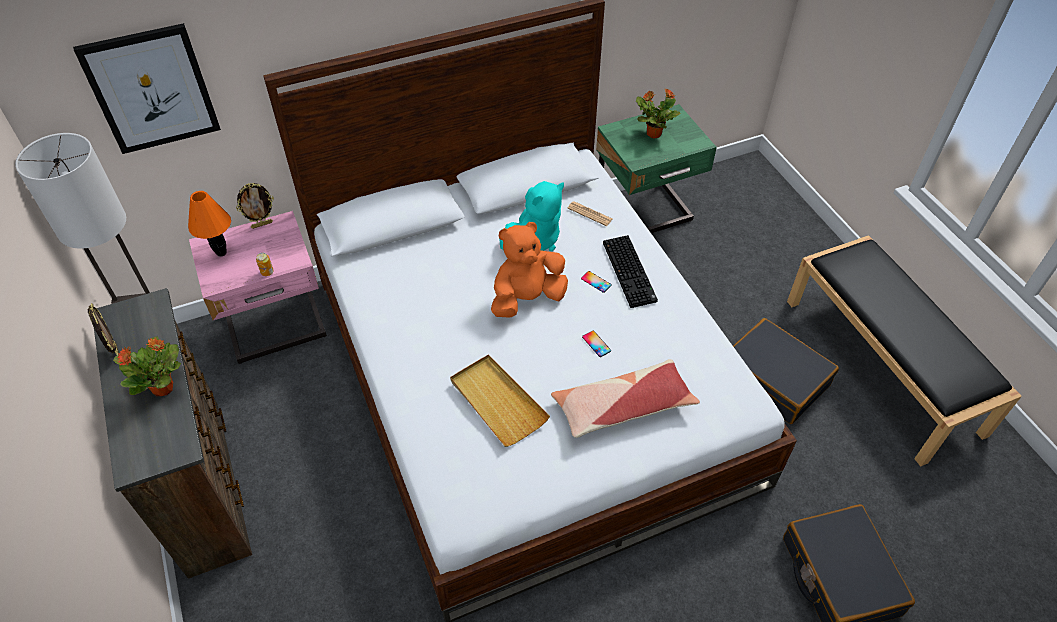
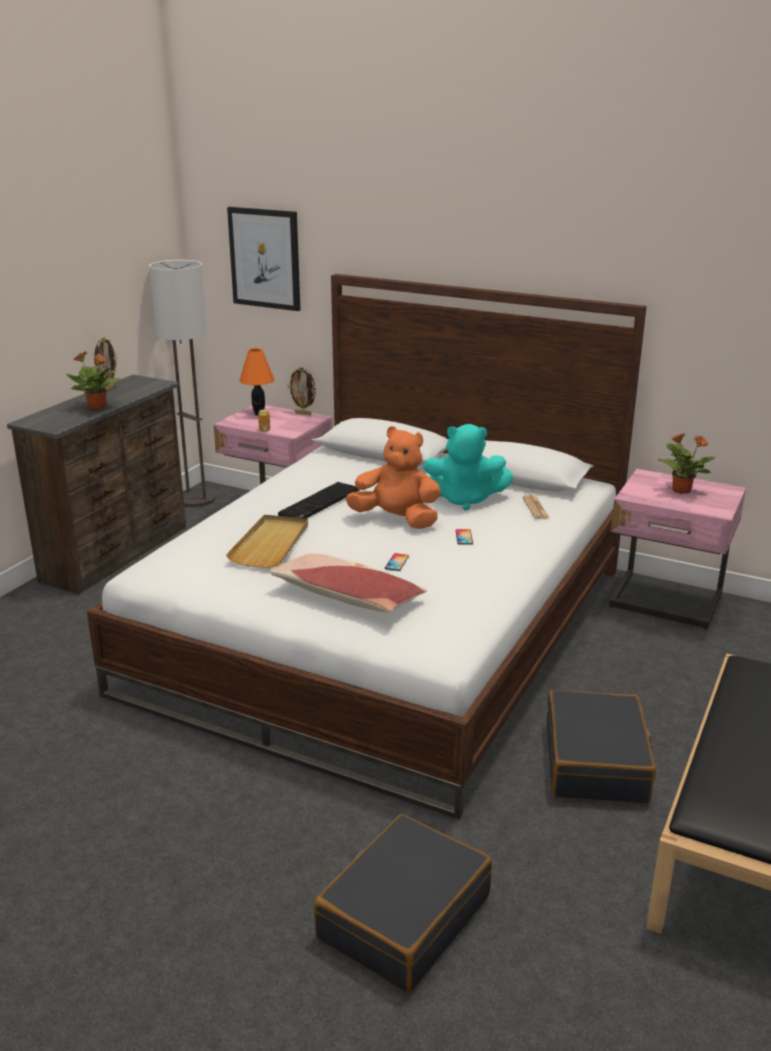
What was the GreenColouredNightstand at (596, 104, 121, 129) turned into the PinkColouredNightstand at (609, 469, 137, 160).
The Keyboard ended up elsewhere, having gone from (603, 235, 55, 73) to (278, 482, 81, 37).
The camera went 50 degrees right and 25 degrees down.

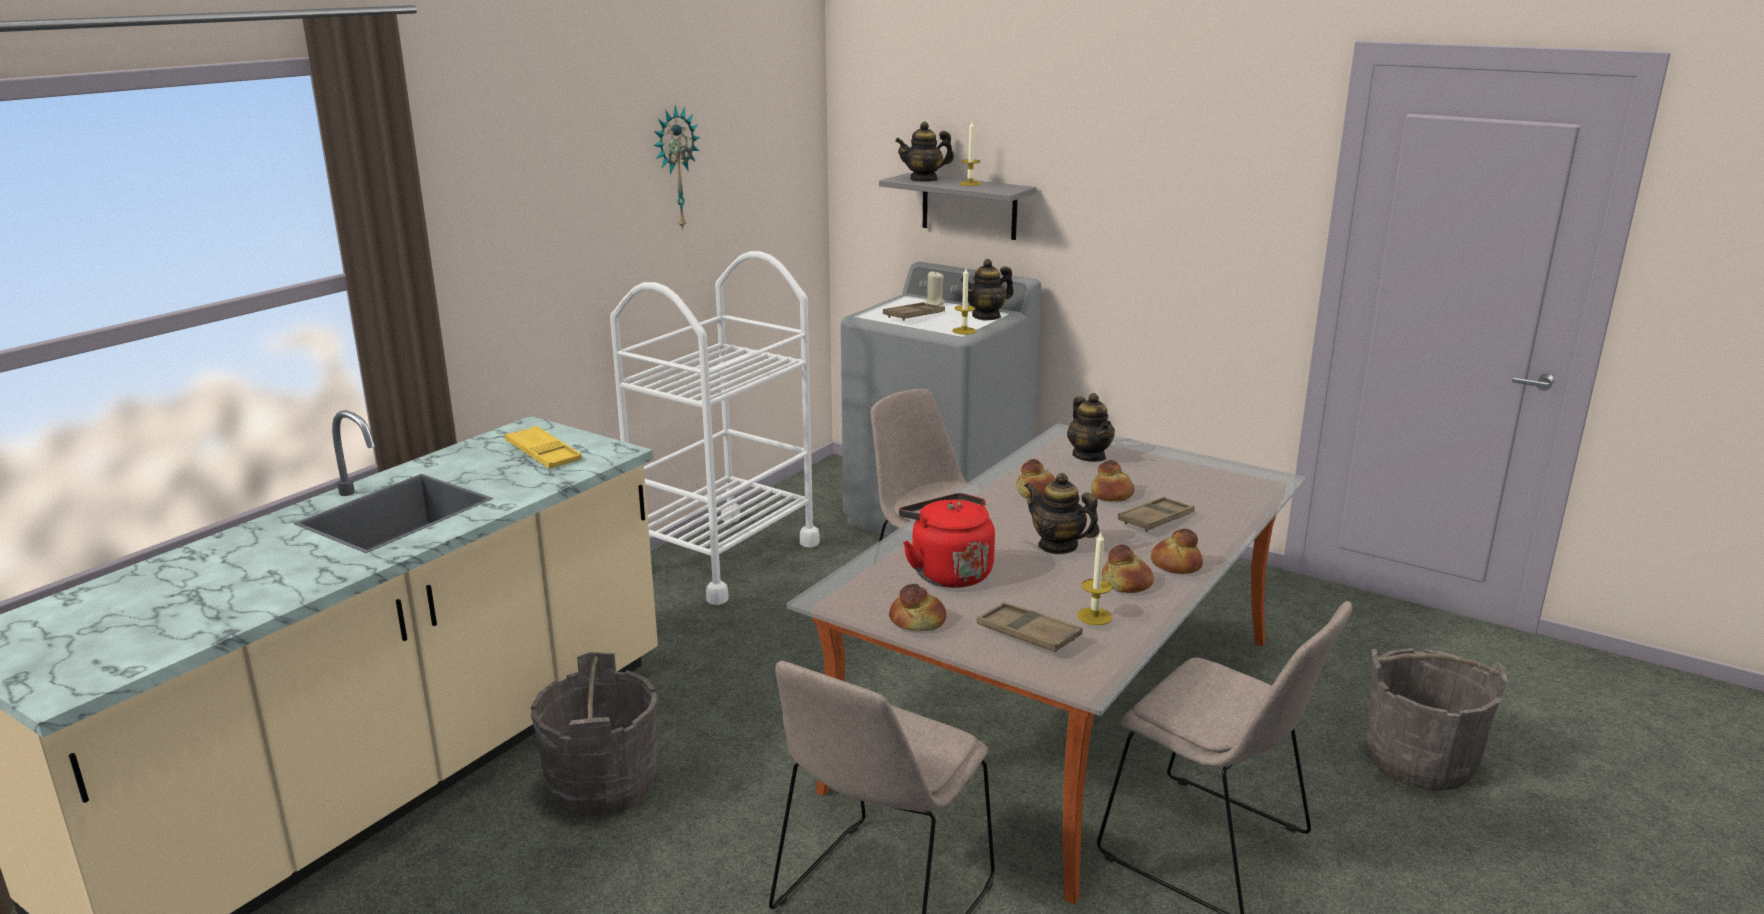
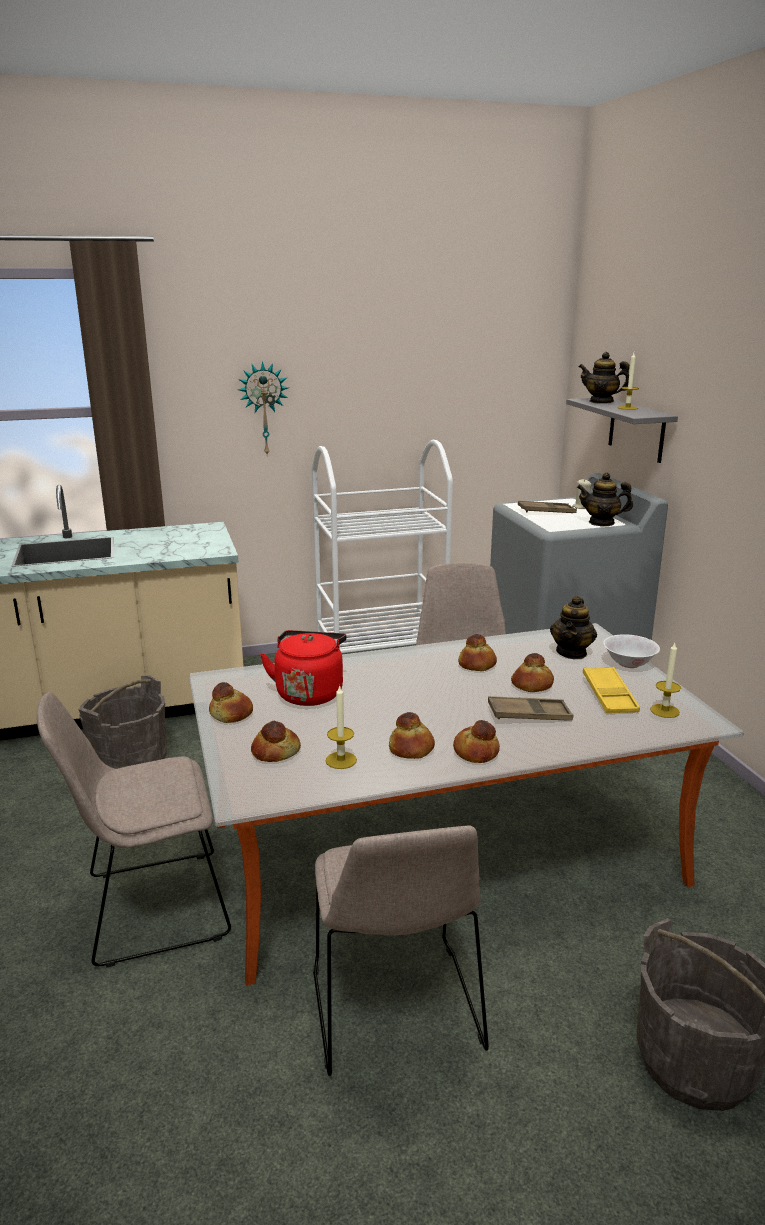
The YellowColouredServingTray ended up elsewhere, having gone from (505, 426, 77, 43) to (583, 667, 57, 46).
The ClockOnTheWall ended up elsewhere, having gone from (653, 105, 47, 126) to (238, 361, 51, 94).
The WaxLight ended up elsewhere, having gone from (952, 268, 25, 67) to (650, 643, 31, 75).
Where the BrownServingTray stood at (977, 602, 105, 50), the BakeryBread came to stand at (251, 721, 50, 41).
The second view lost the Teapot at (1025, 473, 74, 81).
The second view gained the WhitishServingBowl at (603, 634, 57, 34).
The camera went 40 degrees right and 0 degrees up.

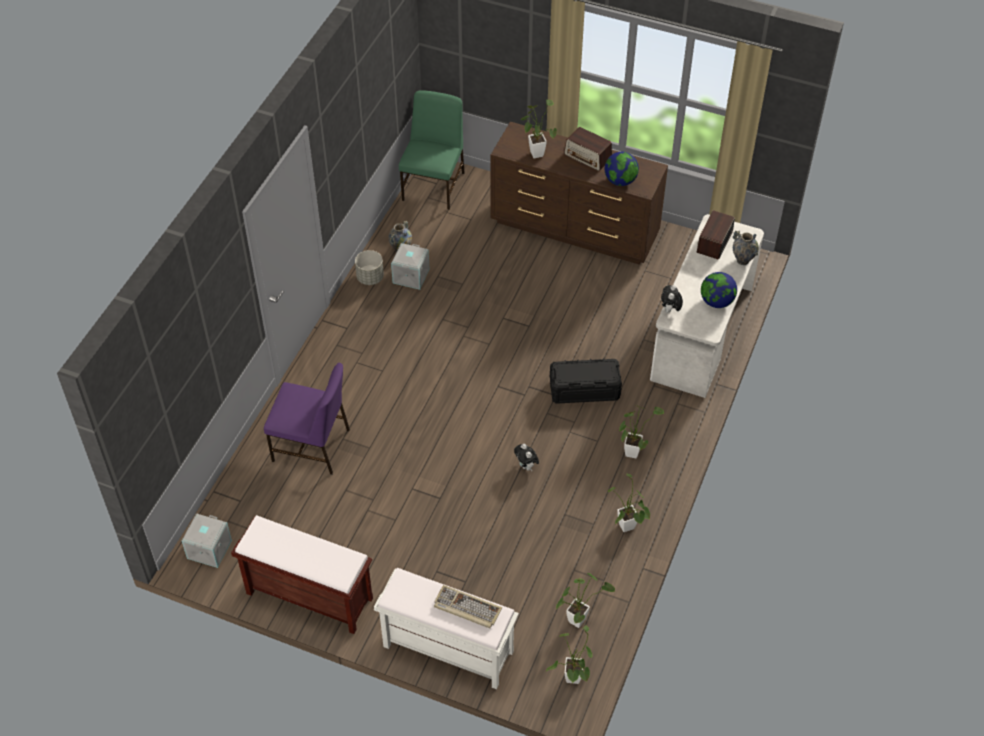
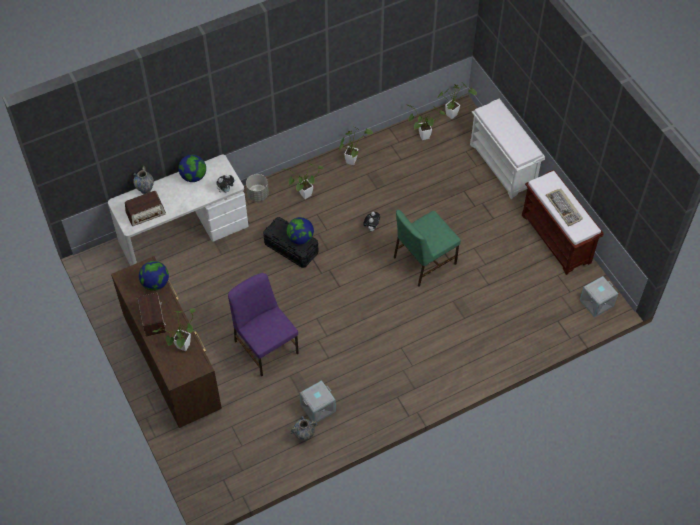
The PurplishUprightChair ended up elsewhere, having gone from (264, 363, 86, 111) to (228, 273, 71, 104).
The GrayFlowerPot ended up elsewhere, having gone from (355, 250, 29, 35) to (246, 174, 23, 28).
The GreenColouredUprightChair ended up elsewhere, having gone from (399, 91, 66, 119) to (394, 210, 67, 77).
The Keyboard ended up elsewhere, having gone from (434, 585, 68, 43) to (546, 189, 37, 37).
The second view gained the WorldGlobe at (287, 217, 27, 28).
The camera went 140 degrees left and 5 degrees up.

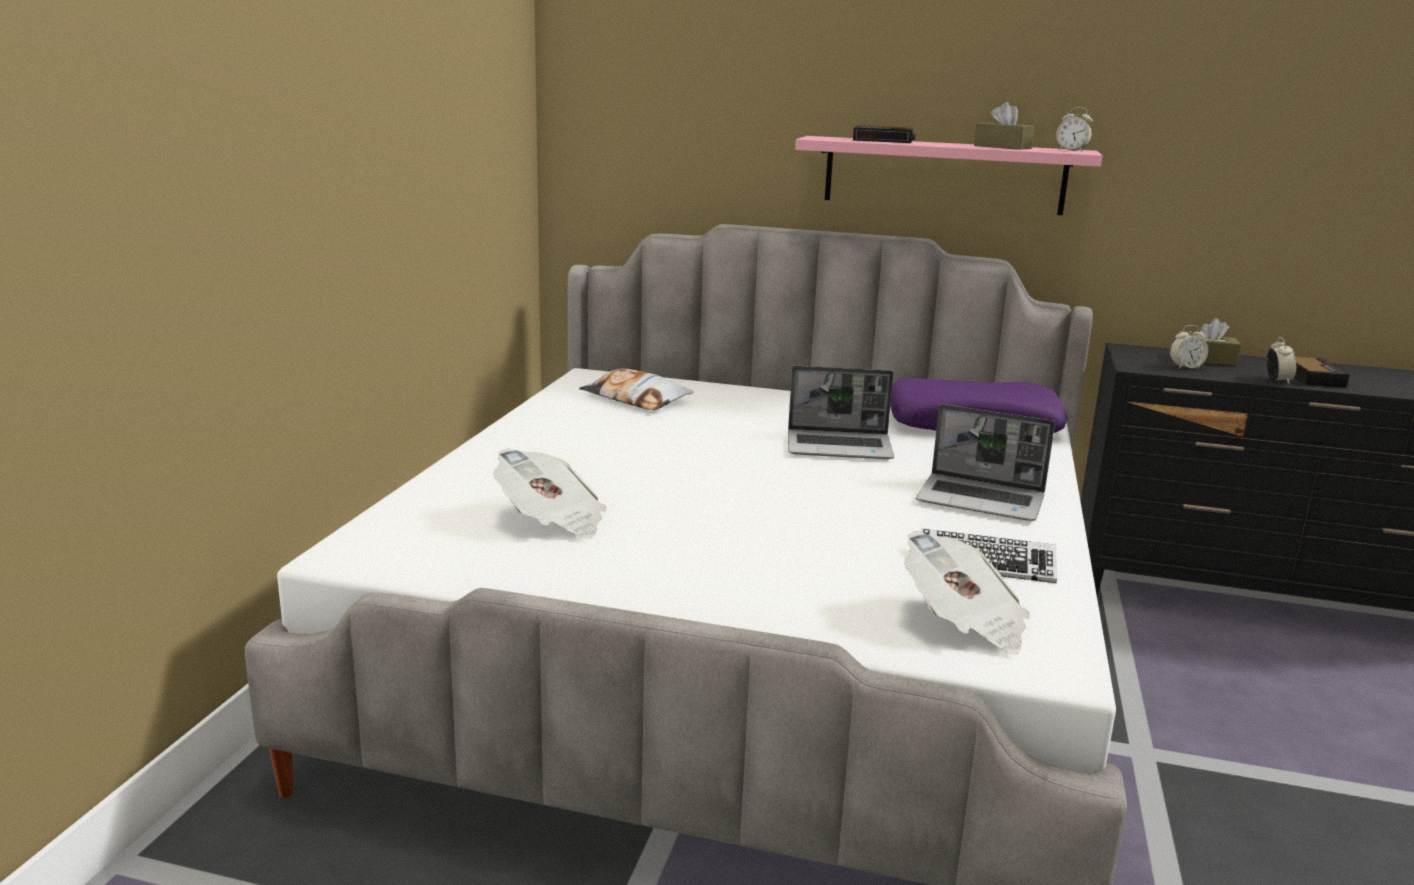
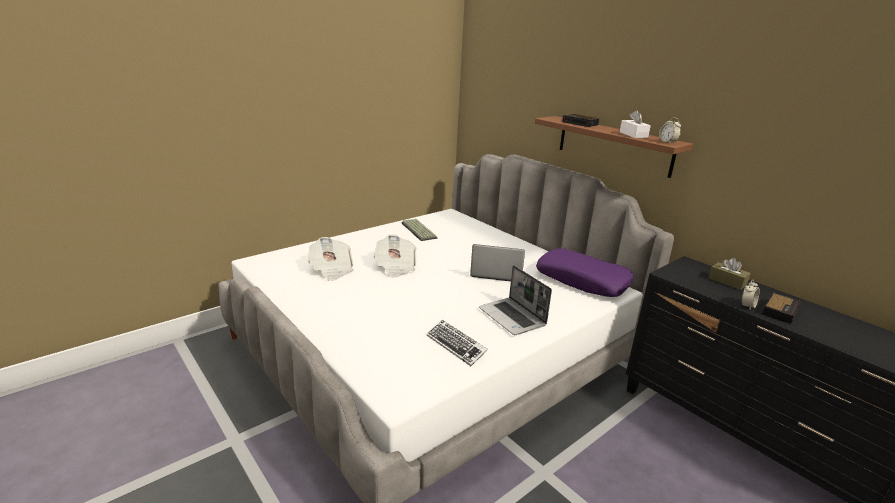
The second view lost the Pillow at (579, 368, 115, 42).
The NotebookComputer at (788, 366, 106, 93) ended up facing another way, 150 degrees clockwise from before.
What was the PinkColouredBracketShelf at (795, 136, 307, 79) turned into the BrownBracketShelf at (535, 116, 158, 62).
The Newspaper ended up elsewhere, having gone from (904, 531, 126, 124) to (373, 235, 43, 43).
What was the BrownTissueBox at (974, 102, 61, 48) turned into the WhitishTissueBox at (620, 110, 31, 28).
The second view lost the BedsideClock at (1170, 325, 38, 44).
The second view gained the Keyboard at (401, 219, 37, 22).
The camera went 35 degrees right and 5 degrees up.

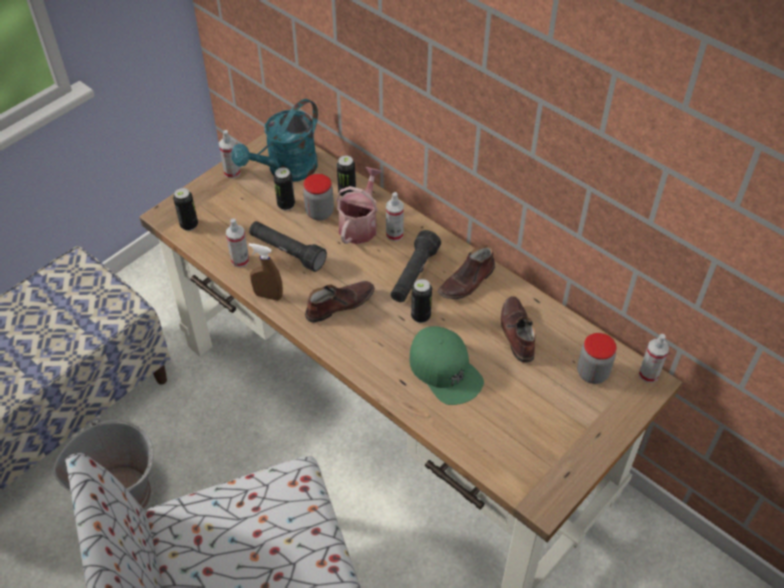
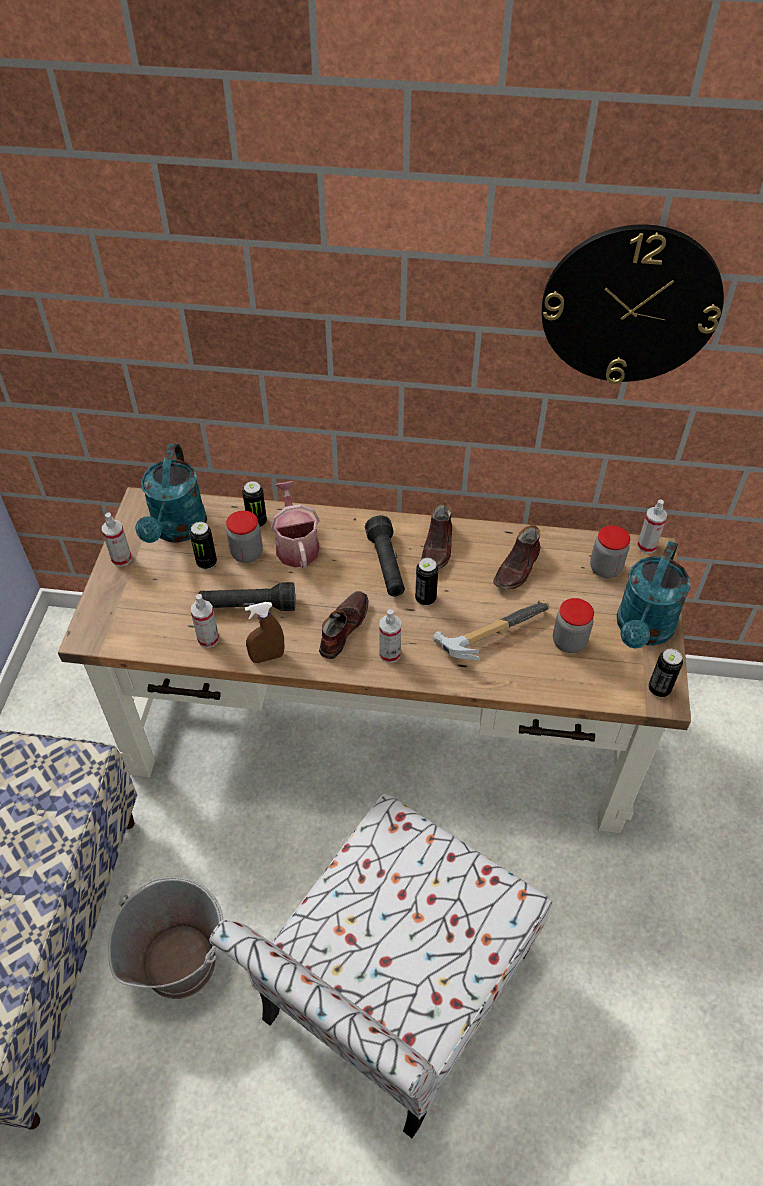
The SealedCan ended up elsewhere, having gone from (173, 188, 25, 43) to (648, 649, 35, 48).
The HandSprayer ended up elsewhere, having gone from (386, 192, 18, 49) to (379, 609, 22, 54).
Where the GreenColouredPeakedCap stood at (410, 326, 74, 79), the ToolHammer came to stand at (433, 600, 116, 61).
The BrownShoe at (501, 296, 35, 67) ended up facing another way, 105 degrees counterclockwise from before.
The second view gained the ClockOnTheWall at (542, 224, 182, 160).
The second view gained the Jar at (553, 598, 41, 55).
The second view gained the TurquoiseColouredWateringPot at (617, 541, 73, 108).
The camera went 35 degrees left and 0 degrees up.

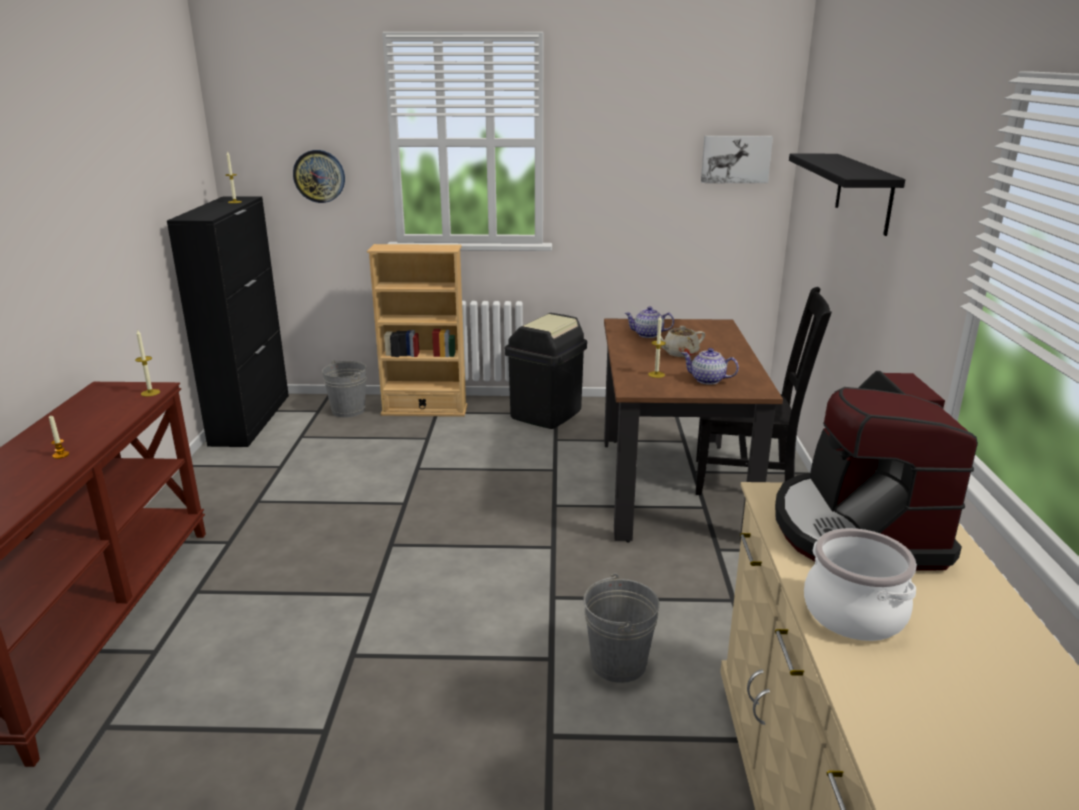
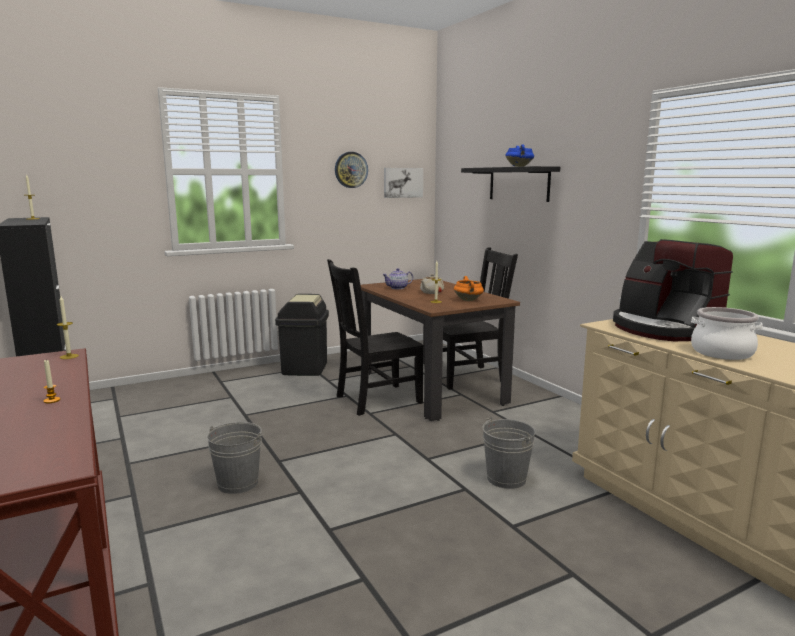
The ClockOnTheWall ended up elsewhere, having gone from (293, 150, 52, 53) to (335, 152, 33, 36).
The GrayBucket ended up elsewhere, having gone from (322, 360, 45, 57) to (207, 422, 56, 72).
The second view lost the SandColouredShelvingUnit at (367, 244, 101, 173).
Where the Teapot stood at (682, 348, 57, 37), the OrangeStockpot came to stand at (454, 276, 30, 25).
The second view gained the BlackUprightChair at (327, 259, 97, 157).
The second view gained the BlueStockpot at (506, 145, 28, 22).
The camera went 30 degrees left and 10 degrees down.

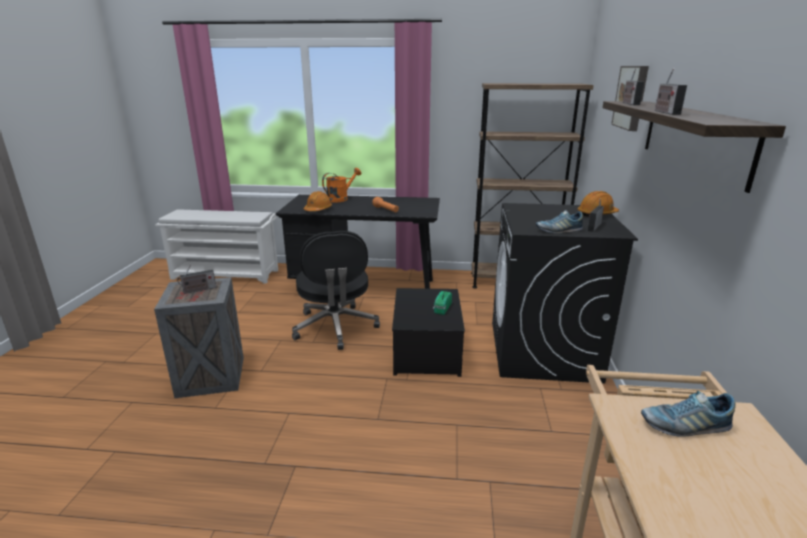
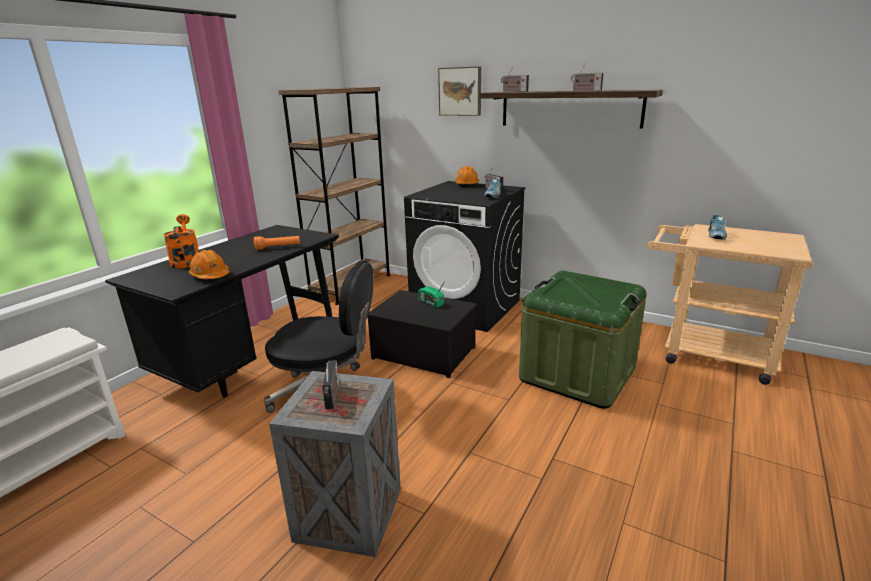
The second view gained the GreenColouredStorageBin at (519, 271, 128, 138).
The camera went 65 degrees left and 0 degrees up.

